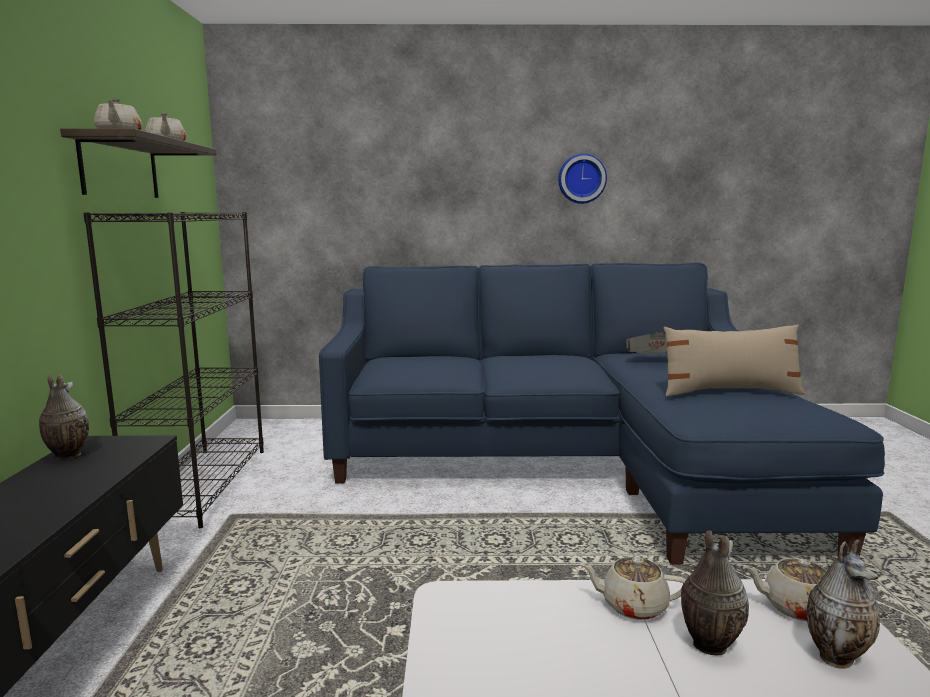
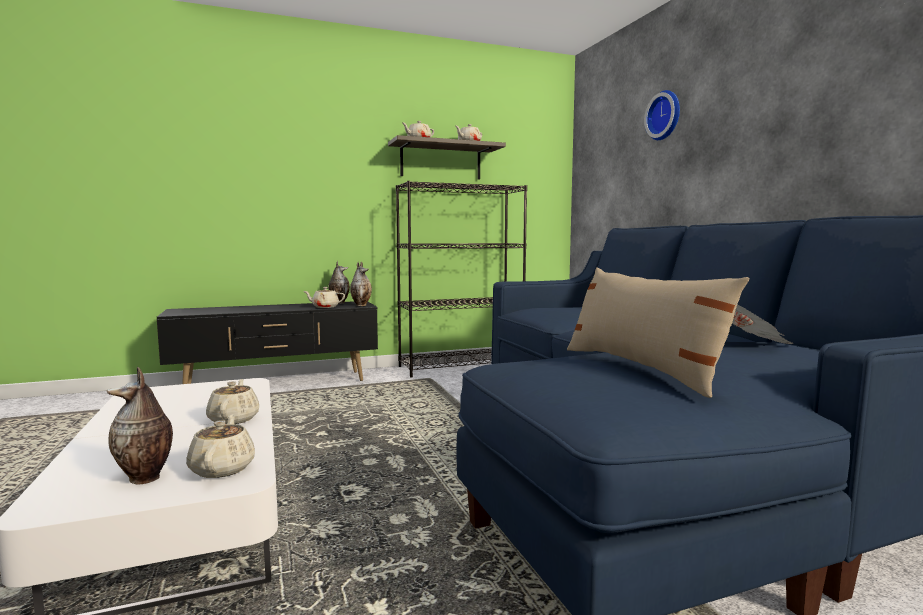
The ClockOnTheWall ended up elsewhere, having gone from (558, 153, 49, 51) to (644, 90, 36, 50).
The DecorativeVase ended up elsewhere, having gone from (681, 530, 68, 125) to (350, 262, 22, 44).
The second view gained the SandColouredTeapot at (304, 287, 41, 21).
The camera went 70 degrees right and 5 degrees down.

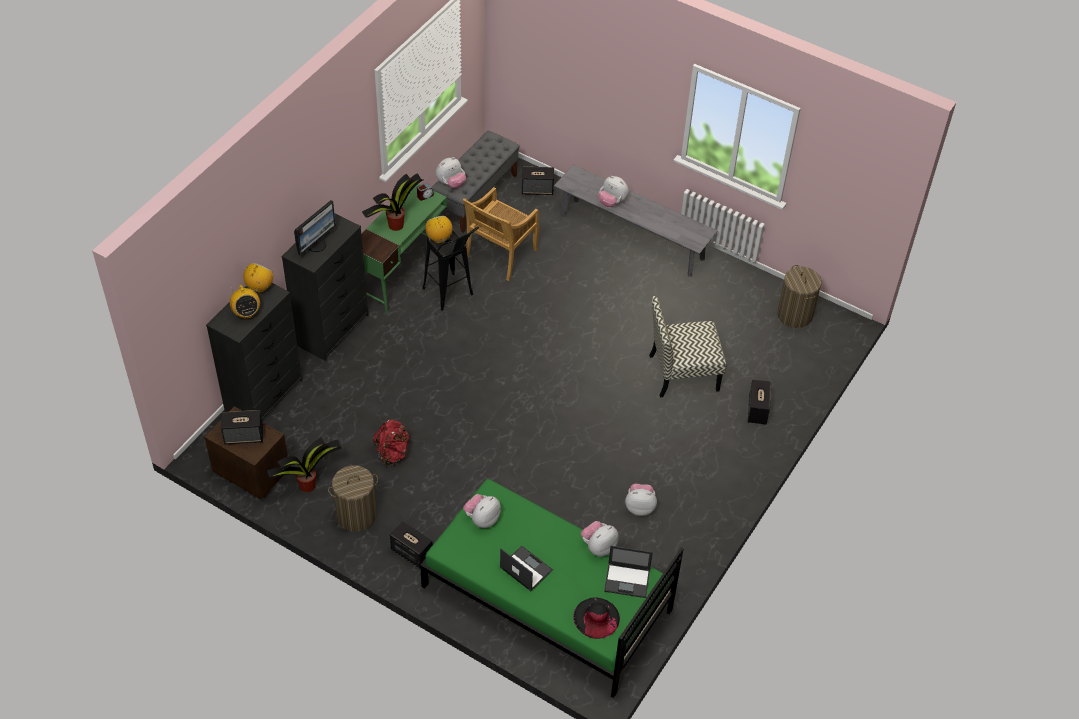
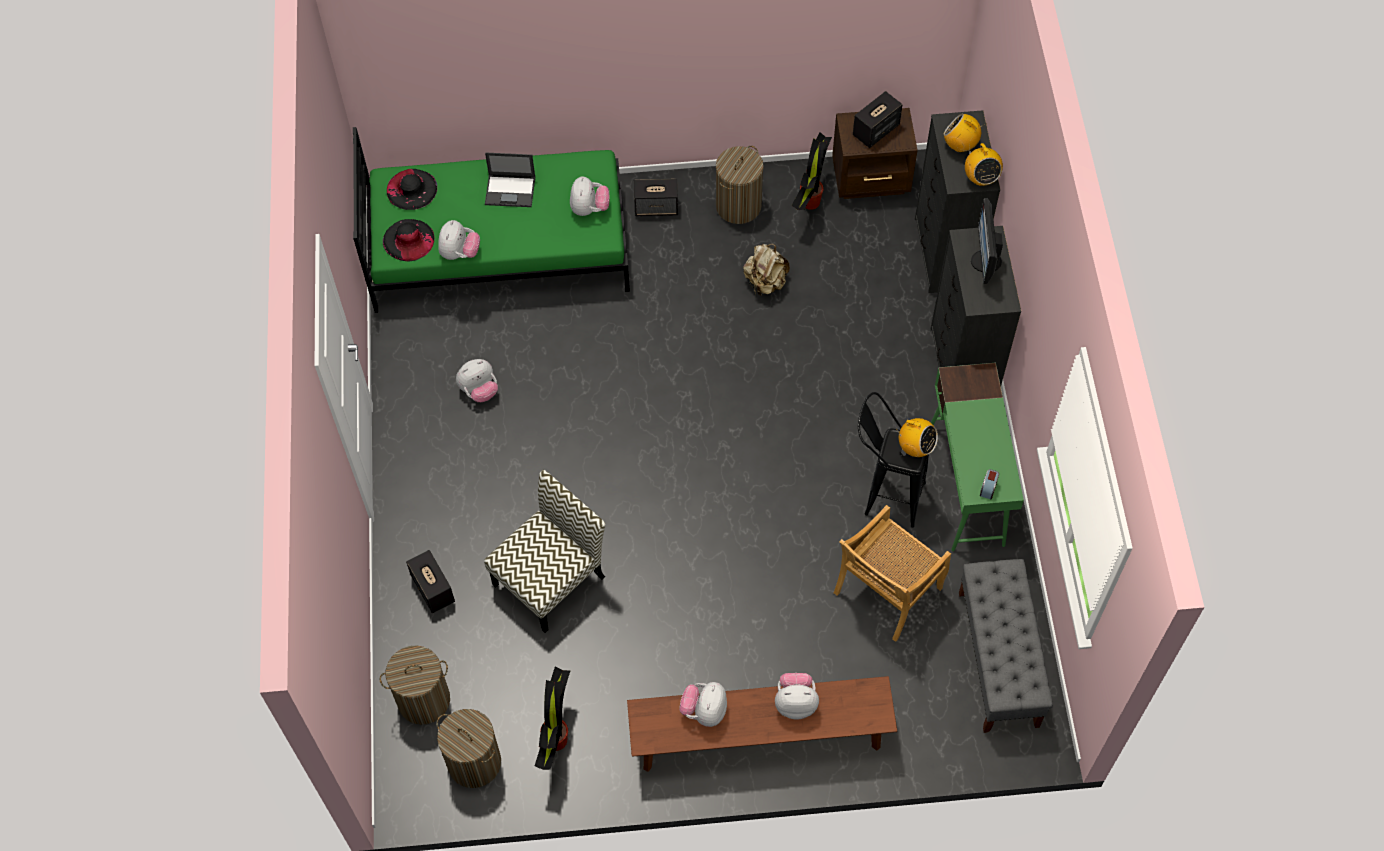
The PottedPlant ended up elsewhere, having gone from (362, 173, 61, 58) to (535, 667, 36, 103).
What was the RedKnapsack at (373, 420, 37, 47) turned into the SandColouredKnapsack at (743, 244, 47, 52).
The SoftToy ended up elsewhere, having gone from (436, 157, 30, 32) to (679, 682, 48, 45).
The SandColouredUprightChair at (463, 187, 76, 94) ended up facing another way, 135 degrees counterclockwise from before.
The second view lost the Speaker at (522, 167, 32, 28).
What was the GrayIndoorBench at (554, 165, 164, 112) turned into the BrownIndoorBench at (627, 676, 270, 96).
Where the NotebookComputer stood at (604, 546, 49, 52), the BlackClothingHat came to stand at (383, 219, 52, 43).
The second view gained the LaundryBasket at (380, 645, 70, 80).
The camera went 145 degrees right and 10 degrees up.

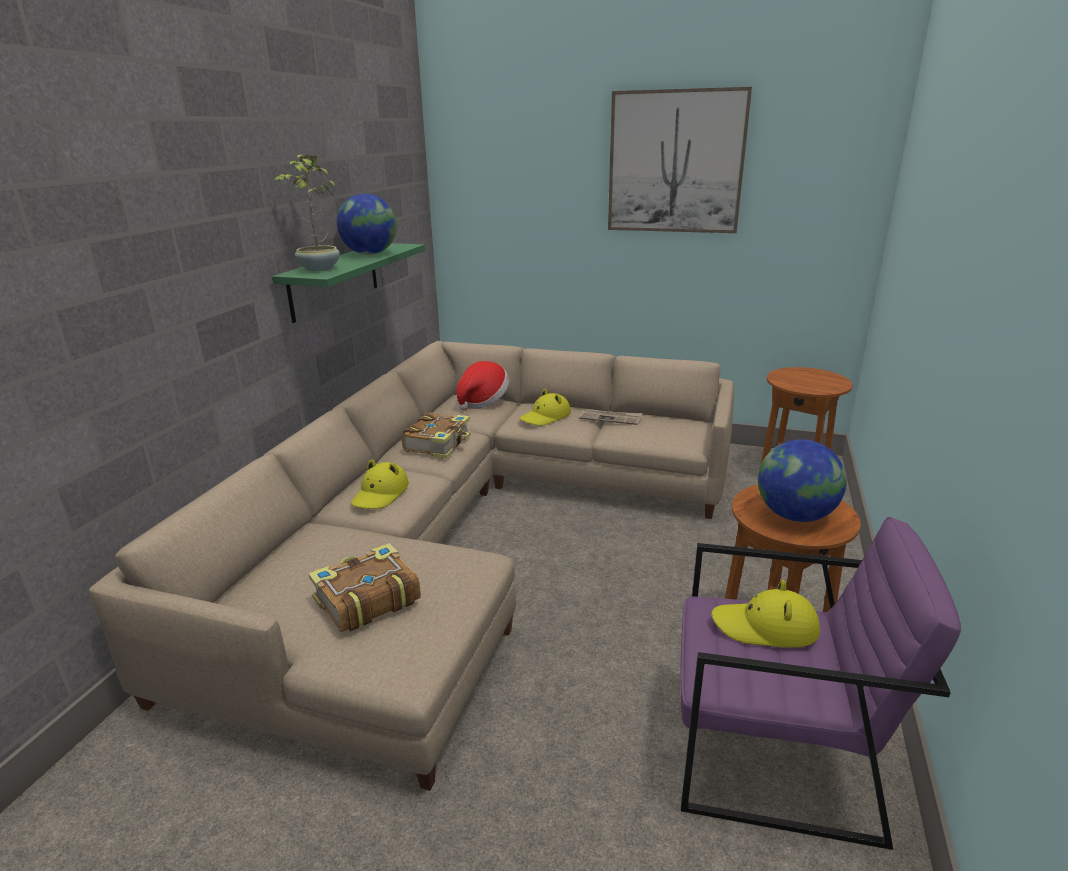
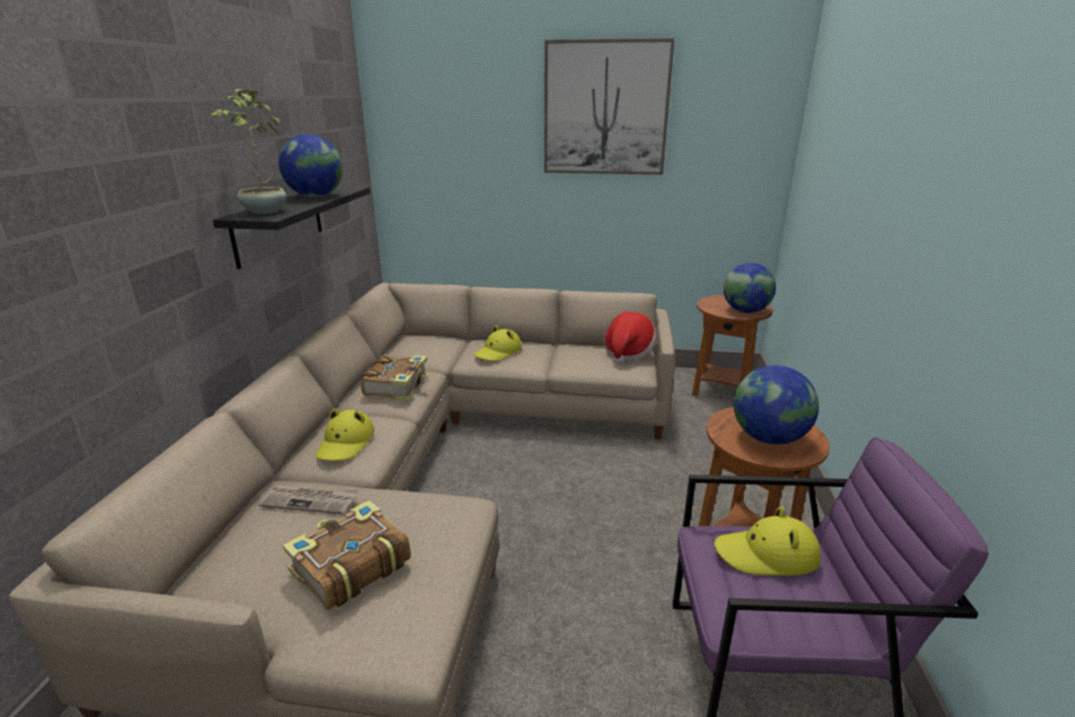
What was the GreenColouredBracketShelf at (272, 243, 153, 80) turned into the BlackBracketShelf at (213, 186, 157, 83).
The ClothingHat ended up elsewhere, having gone from (456, 361, 53, 49) to (604, 312, 52, 52).
The Newspaper ended up elsewhere, having gone from (579, 409, 64, 16) to (259, 484, 99, 30).
The second view gained the WorldGlobe at (723, 263, 53, 50).
The camera went 10 degrees left and 0 degrees up.

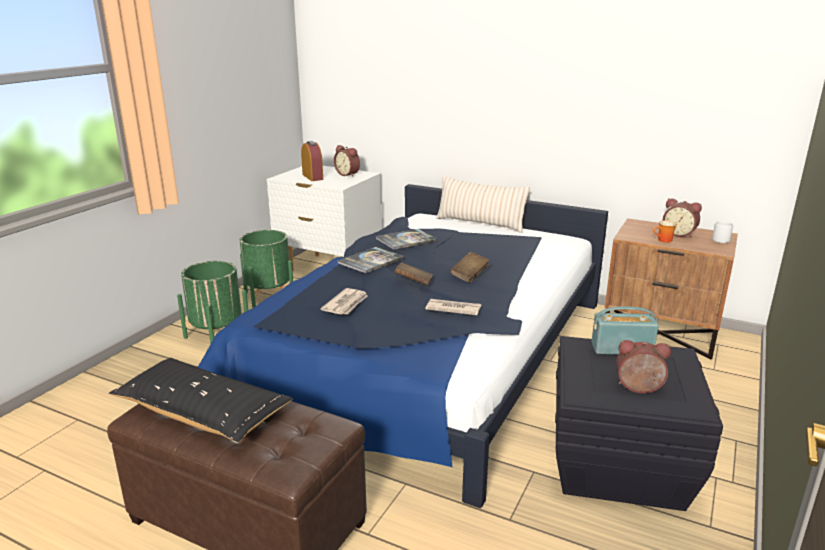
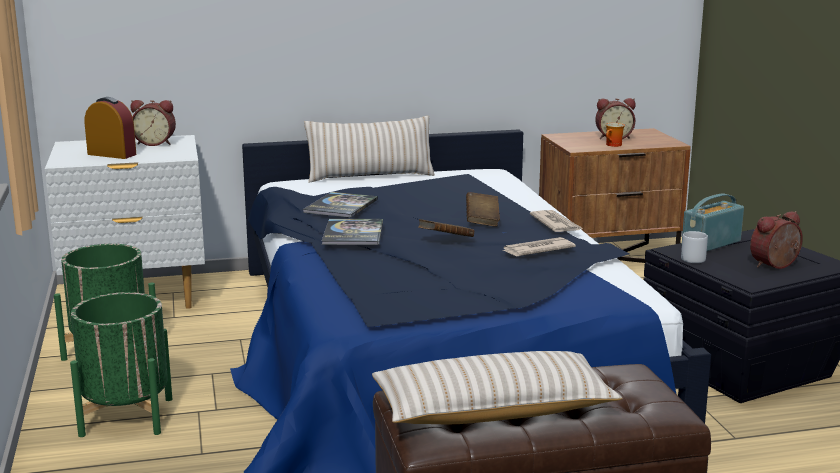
What was the BlackPillow at (109, 358, 184, 85) turned into the SandColouredPillow at (372, 351, 250, 74).
The Newspaper ended up elsewhere, having gone from (321, 288, 47, 27) to (530, 210, 54, 22).
The GrayCoffeeMug ended up elsewhere, having gone from (712, 221, 21, 22) to (681, 231, 27, 32).
The camera went 40 degrees left and 5 degrees down.

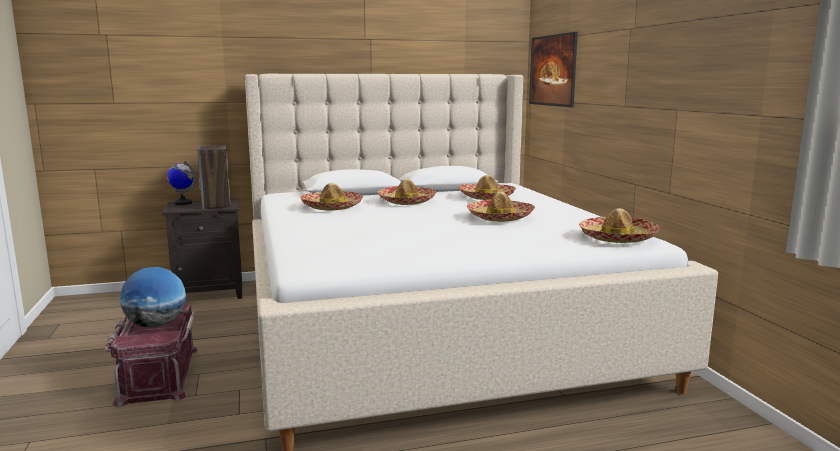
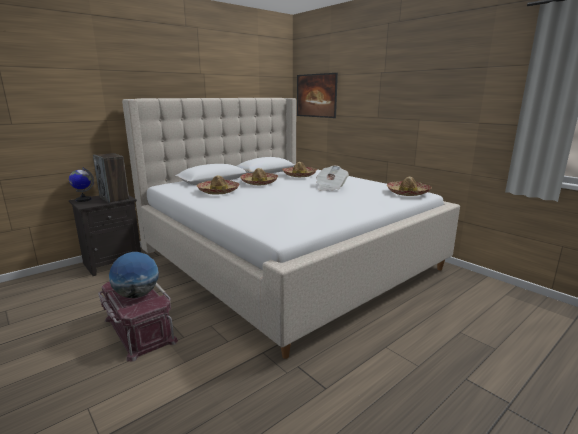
Where the ClothingHat stood at (467, 192, 68, 30), the Newspaper came to stand at (316, 165, 33, 26).
The camera went 25 degrees left and 5 degrees up.

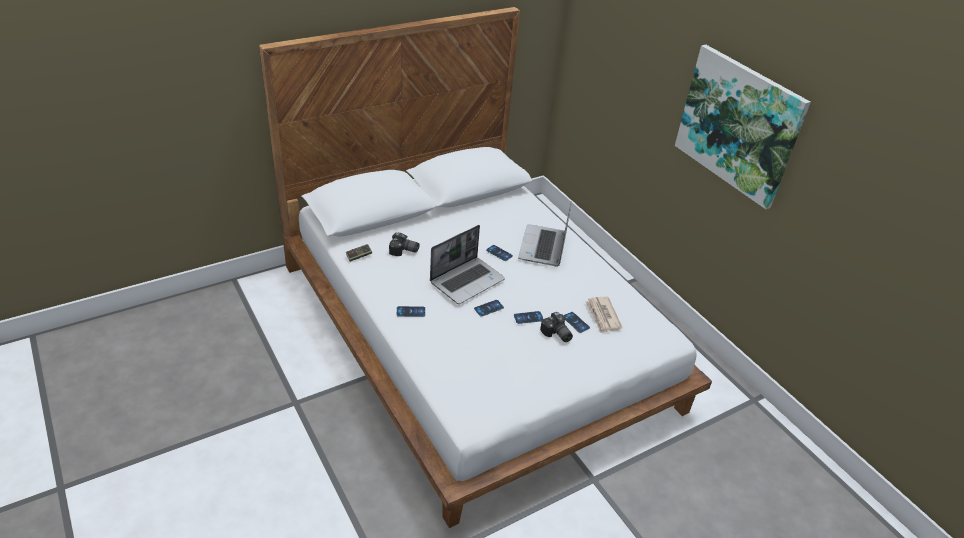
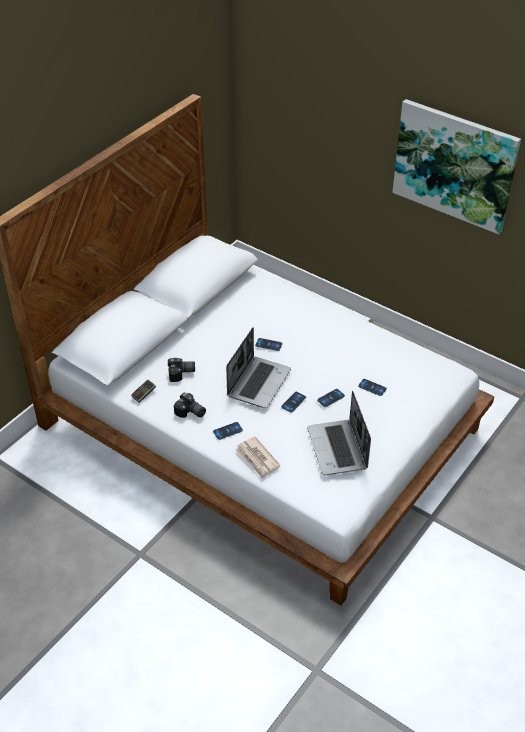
The NotebookComputer ended up elsewhere, having gone from (518, 201, 54, 66) to (307, 391, 64, 85).
The PhotoCamera ended up elsewhere, having gone from (540, 312, 33, 30) to (174, 392, 32, 26).
The Newspaper ended up elsewhere, having gone from (585, 296, 37, 37) to (235, 436, 46, 43).
The camera went 20 degrees left and 5 degrees up.

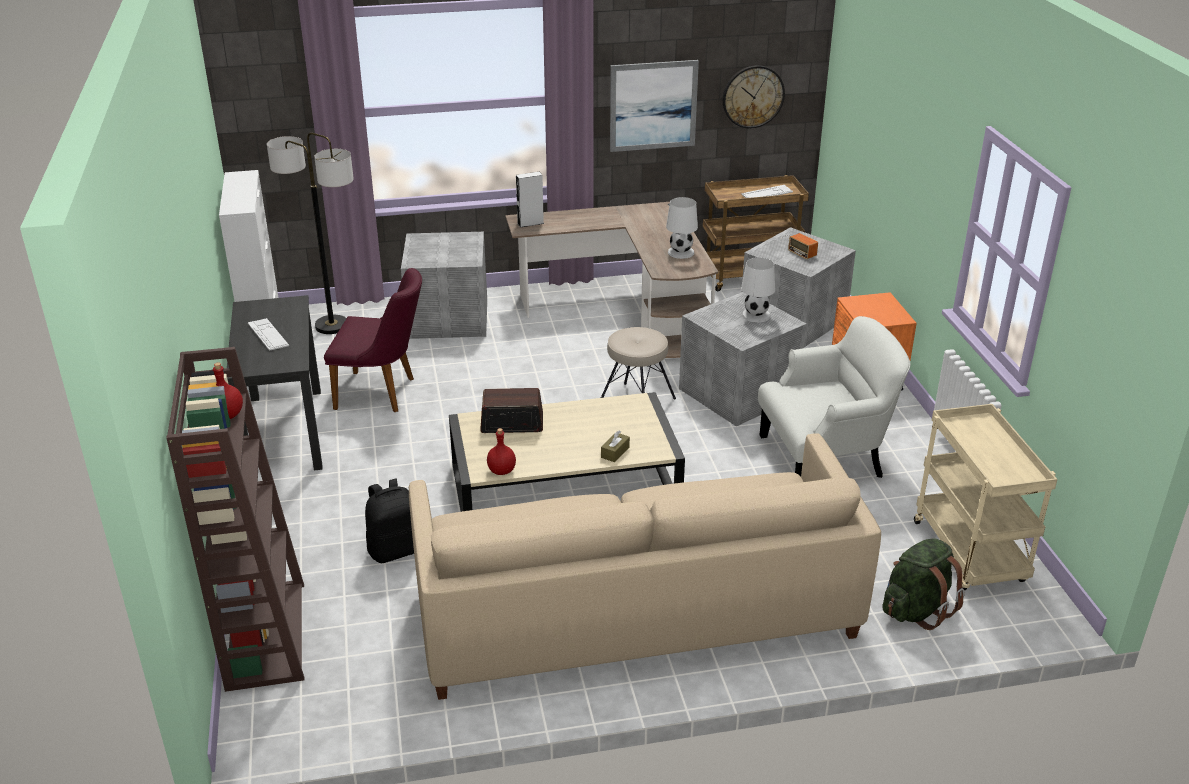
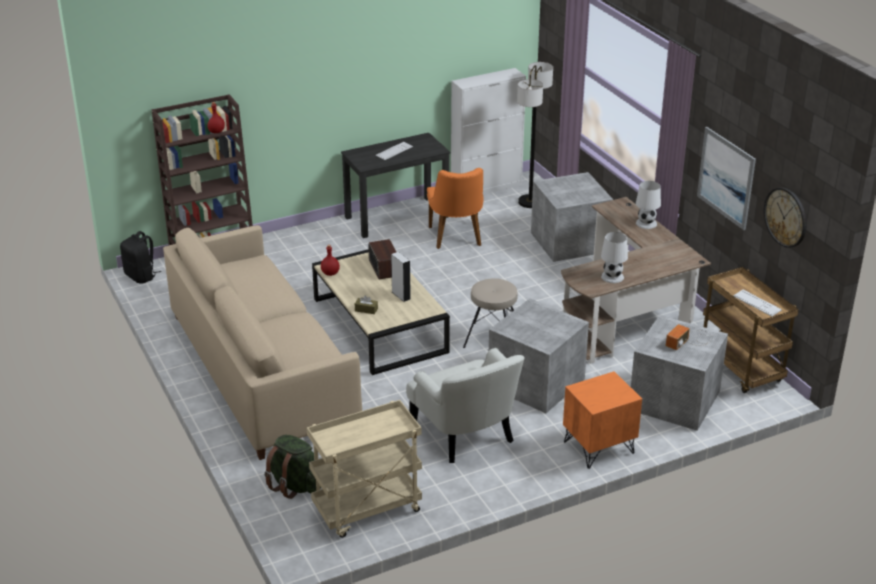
What was the PurplishUprightChair at (324, 268, 98, 144) turned into the OrangeUprightChair at (427, 168, 57, 81).
The BlackKnapsack ended up elsewhere, having gone from (365, 479, 49, 84) to (120, 231, 41, 53).
The GraySpeaker ended up elsewhere, having gone from (516, 172, 28, 56) to (391, 252, 20, 50).
The WhitishTableLamp ended up elsewhere, having gone from (741, 257, 34, 66) to (636, 181, 25, 48).
The camera went 75 degrees right and 0 degrees up.

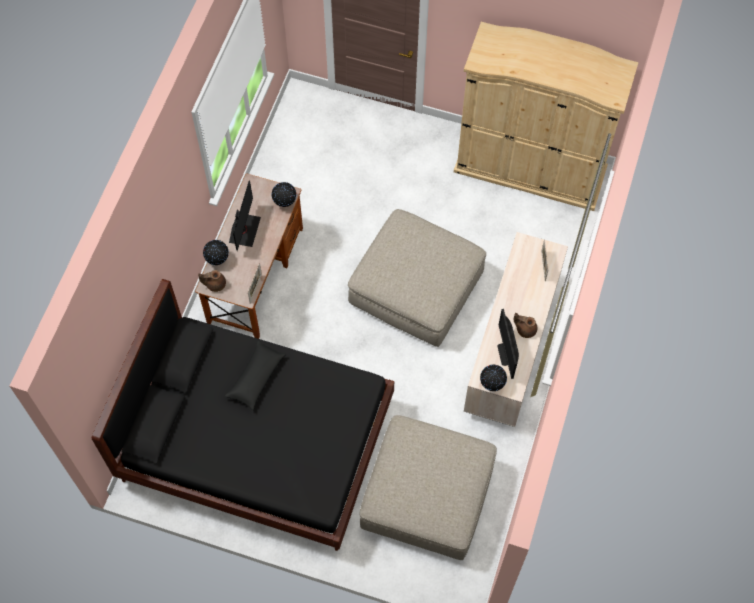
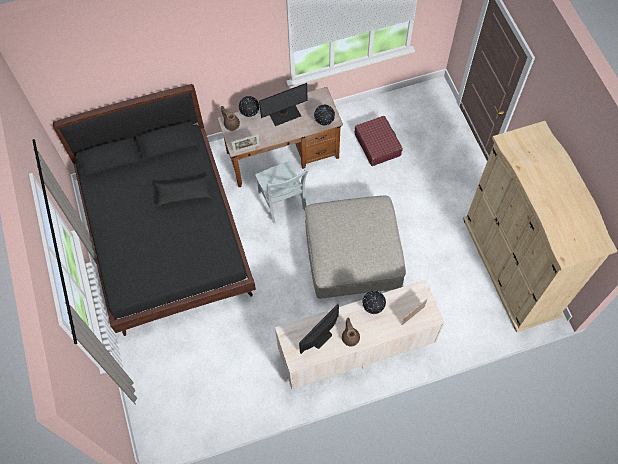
The second view lost the SandColouredOttoman at (360, 415, 137, 145).
The WorldGlobe ended up elsewhere, having gone from (480, 365, 27, 26) to (362, 291, 24, 23).
The second view gained the GrayUprightChair at (255, 161, 54, 62).
The second view gained the RedPieceOfLuggage at (355, 116, 48, 50).
The camera went 55 degrees right and 0 degrees up.

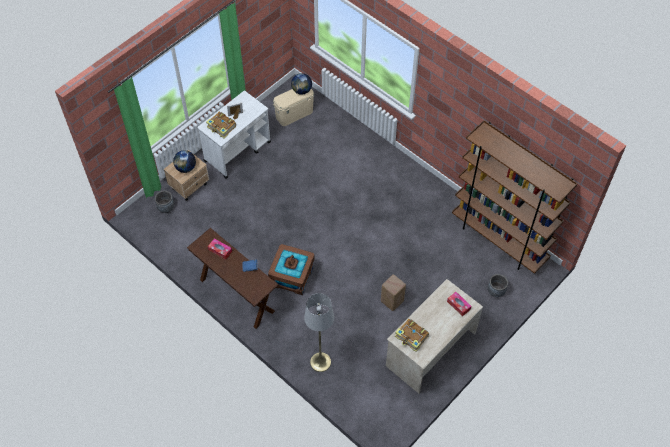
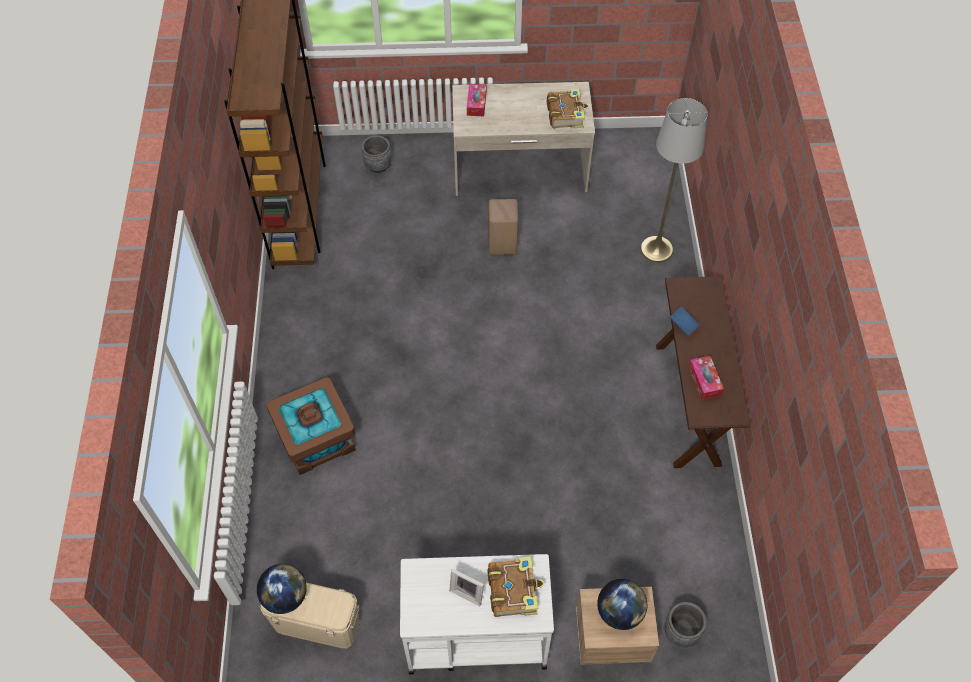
The BrownStorageBin ended up elsewhere, having gone from (268, 244, 47, 51) to (266, 377, 90, 98).
The camera went 135 degrees left and 0 degrees up.

